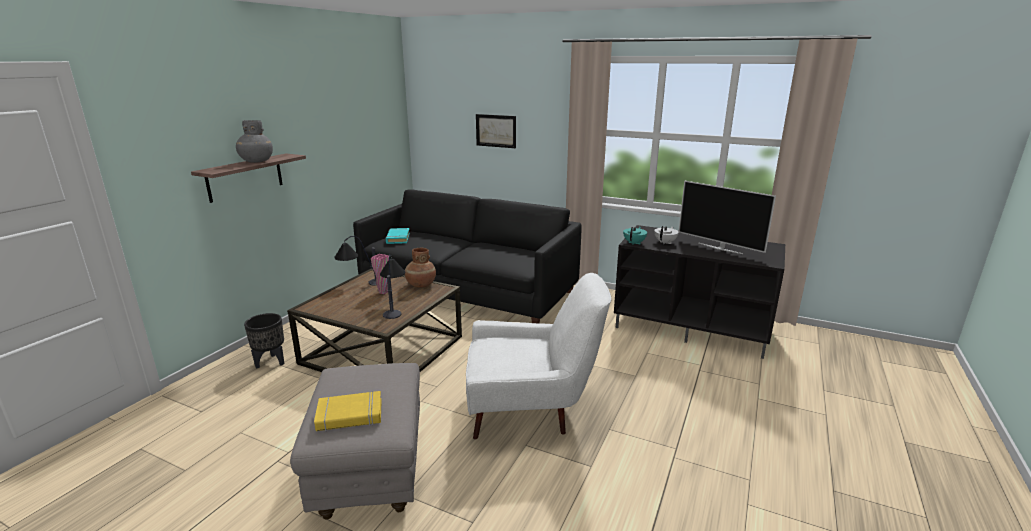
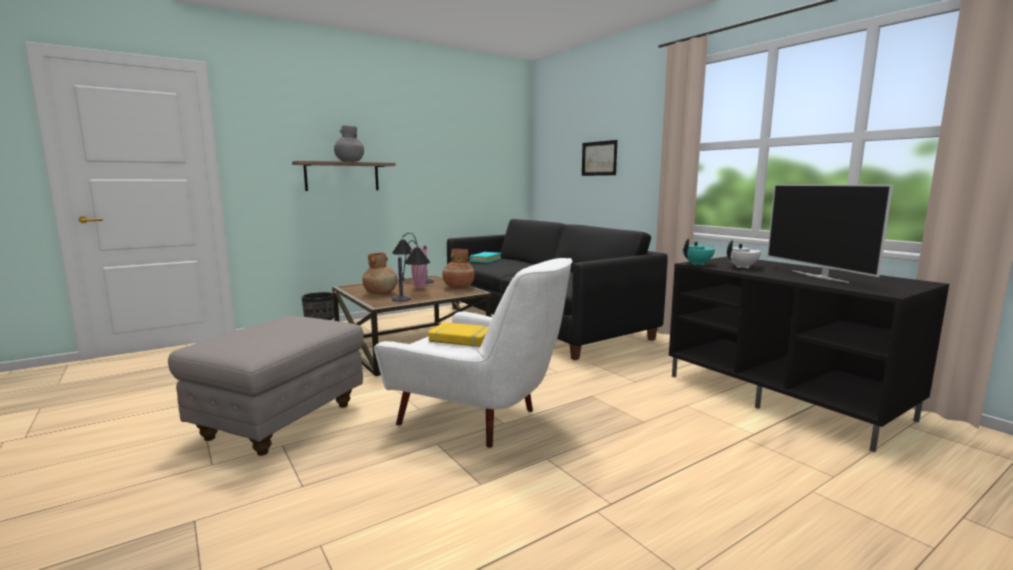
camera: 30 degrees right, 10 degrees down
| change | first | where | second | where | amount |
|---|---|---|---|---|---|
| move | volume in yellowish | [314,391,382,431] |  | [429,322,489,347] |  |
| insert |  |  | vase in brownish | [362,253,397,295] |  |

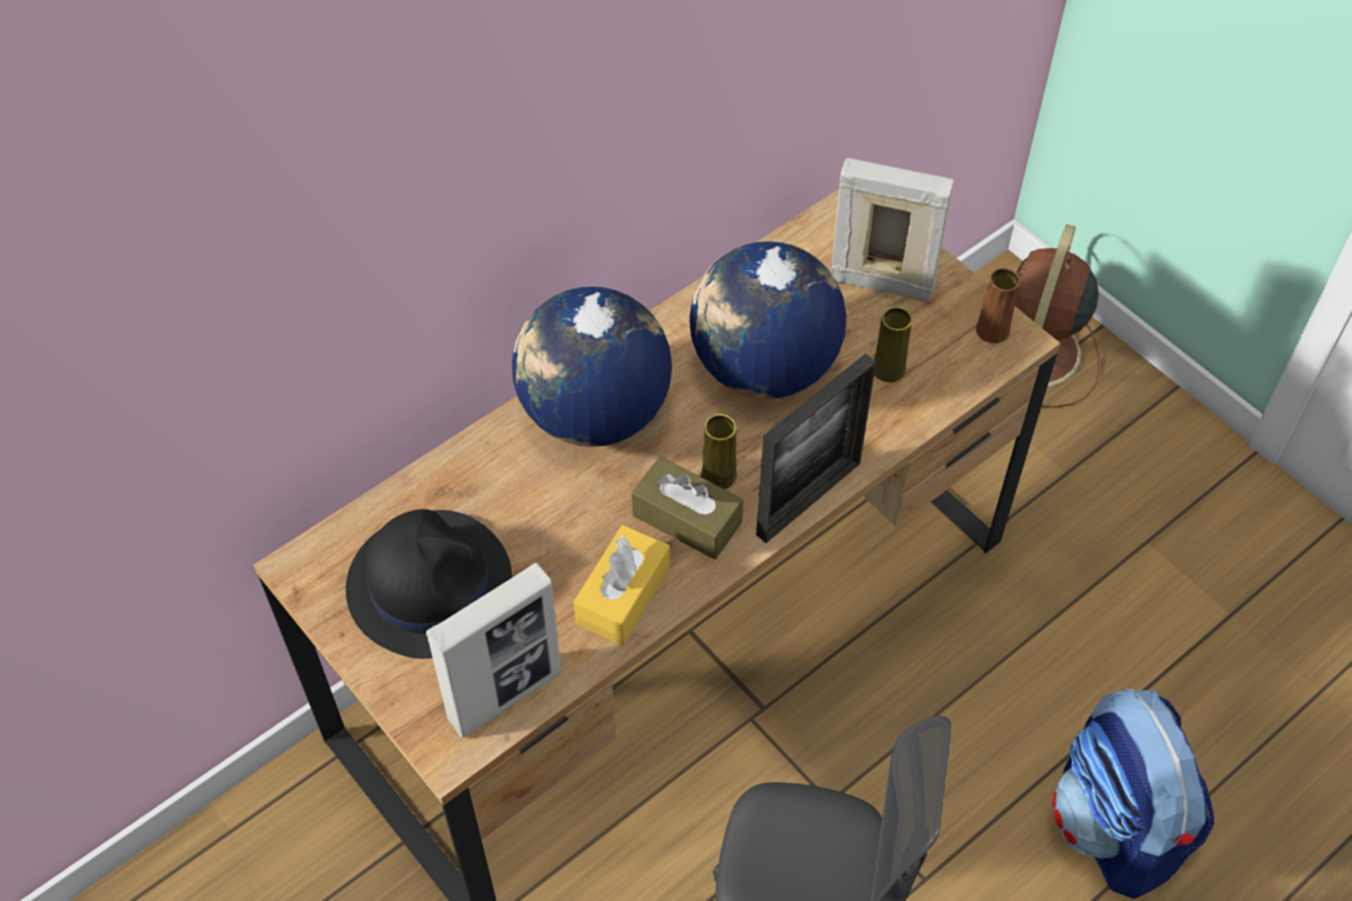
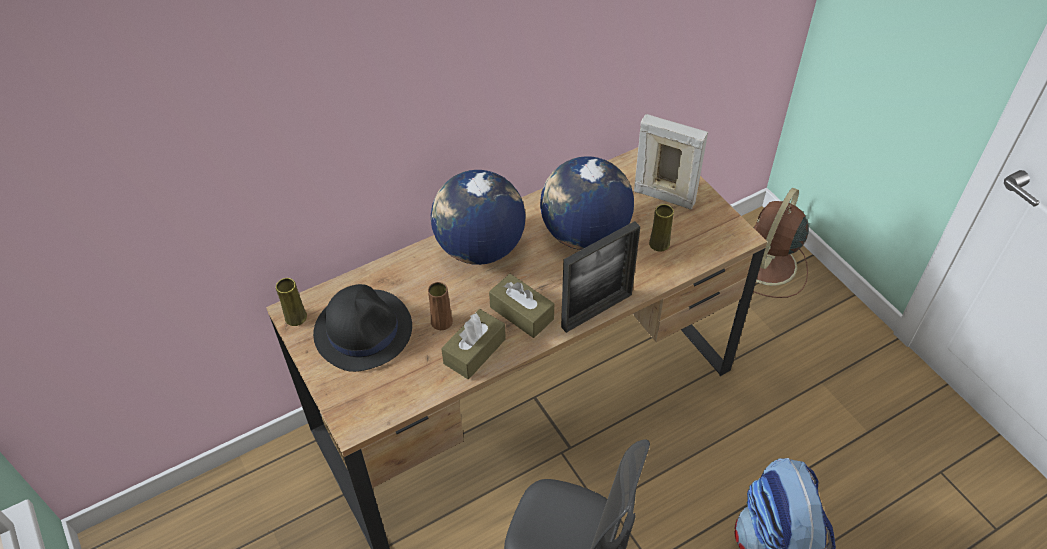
camera: 10 degrees right, 5 degrees down
| change | first | where | second | where | amount |
|---|---|---|---|---|---|
| delete | picture frame | [426,562,561,738] |  |  |  |
| recolor | box of tissues in yellowish | [574,525,670,645] | box of tissues in brownish | [441,309,506,379] |  |
| move | vase in yellowish | [701,414,737,489] |  | [276,278,307,326] |  |
| move | vase in brownish | [976,268,1020,343] |  | [428,282,453,330] |  |

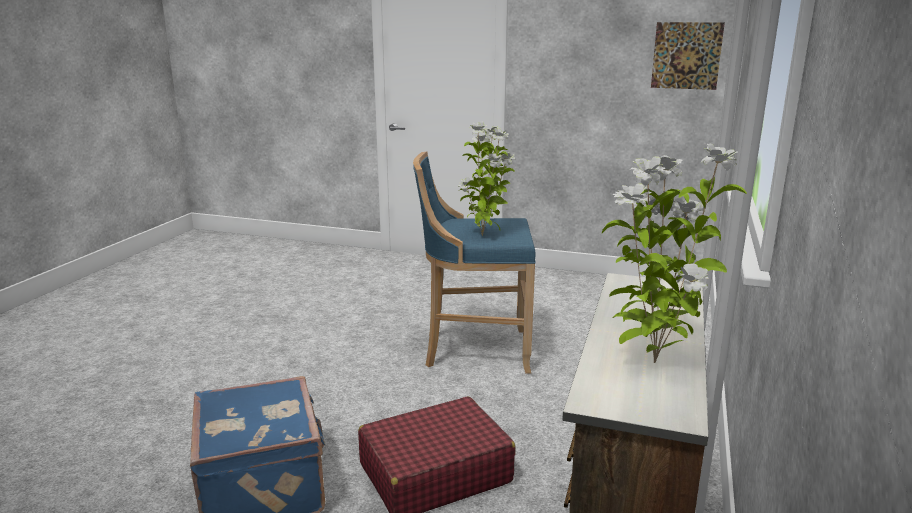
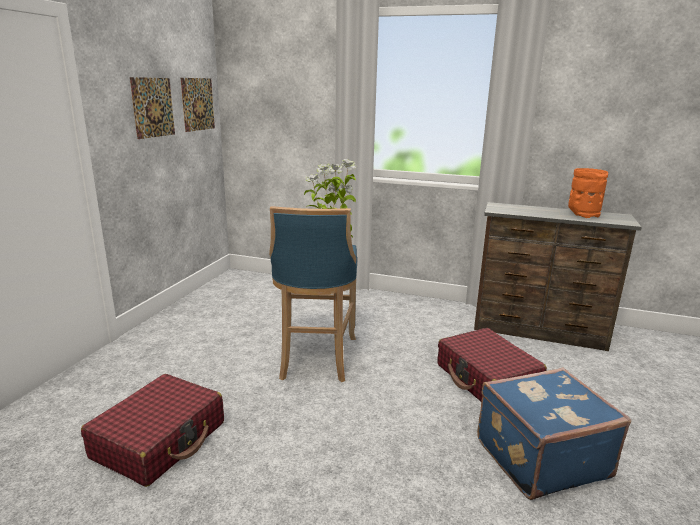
camera: 90 degrees left, 0 degrees up
| change | first | where | second | where | amount |
|---|---|---|---|---|---|
| replace | potted plant | [602,144,747,363] | vase in orangey | [568,168,608,218] |  |
| insert |  |  | piece of luggage in red | [81,374,224,487] |  |
| insert |  |  | picture | [130,77,175,139] |  |

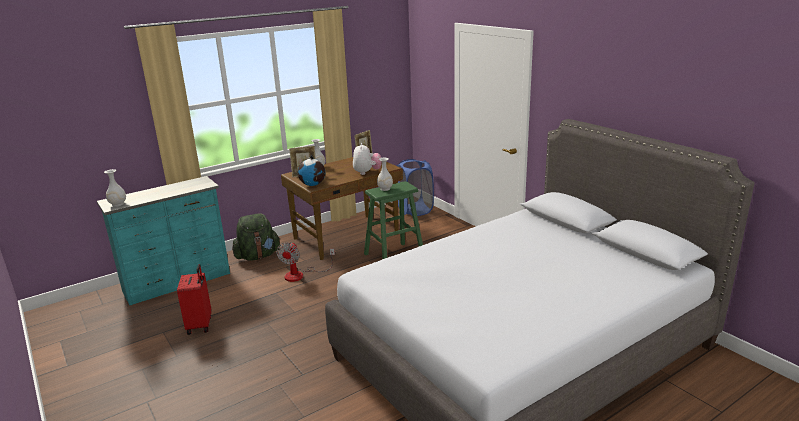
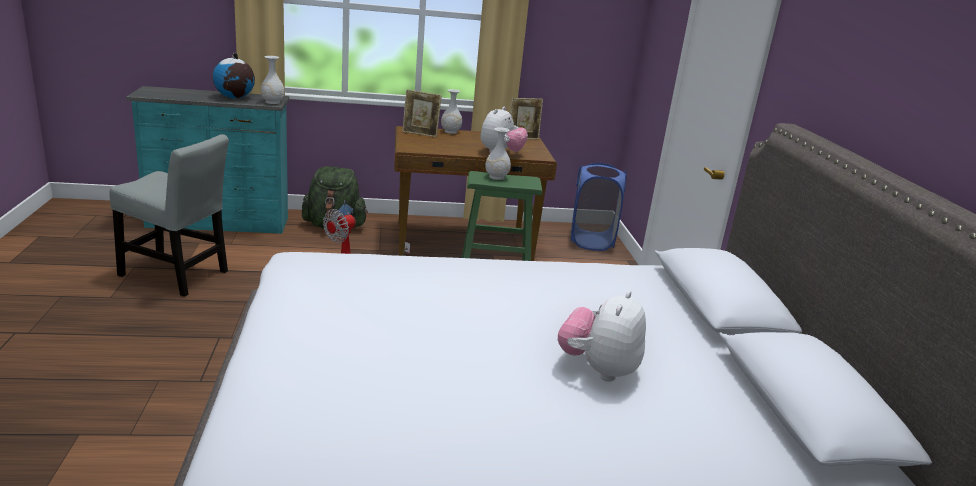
camera: 25 degrees right, 0 degrees up
| change | first | where | second | where | amount |
|---|---|---|---|---|---|
| move | vase in white | [104,169,126,207] |  | [261,56,285,104] |  |
| replace | piece of luggage in red | [177,264,212,335] | plain chair in gray | [109,134,229,297] |  |
| move | world globe | [298,155,325,186] |  | [213,53,255,99] |  |
| insert |  |  | plush toy | [558,291,646,382] |  |

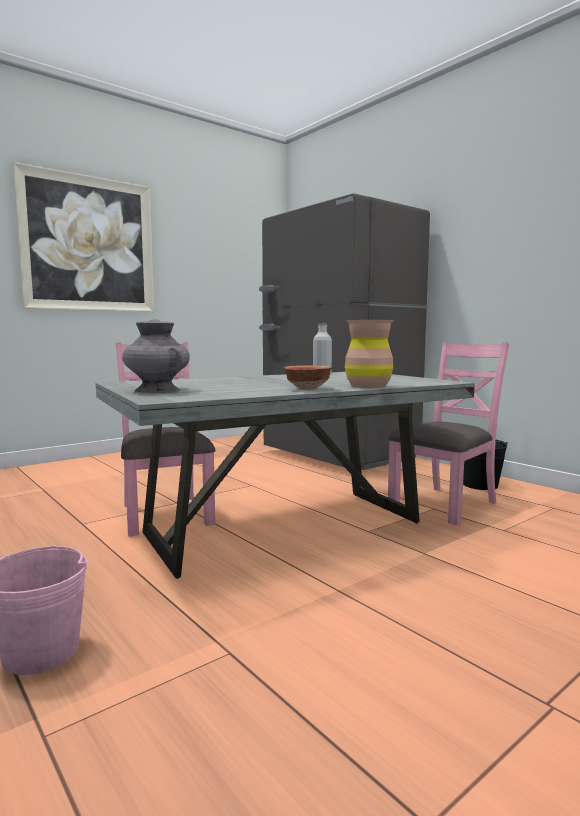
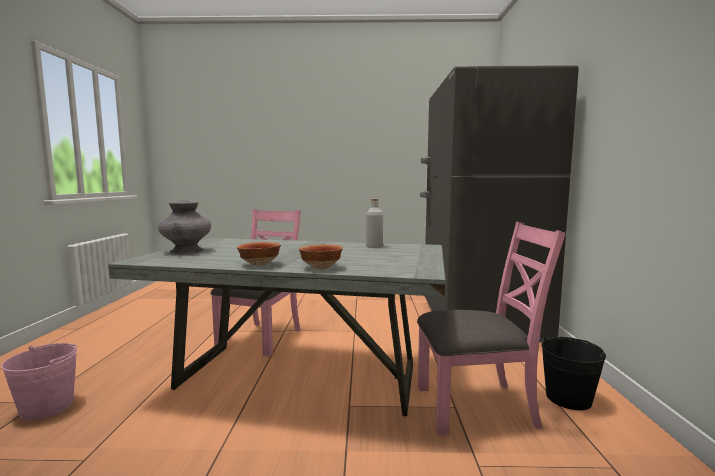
camera: 40 degrees right, 0 degrees up
| change | first | where | second | where | amount |
|---|---|---|---|---|---|
| delete | picture | [12,162,154,312] |  |  |  |
| replace | vase in brownish | [345,320,394,388] | serving bowl | [299,244,343,270] |  |

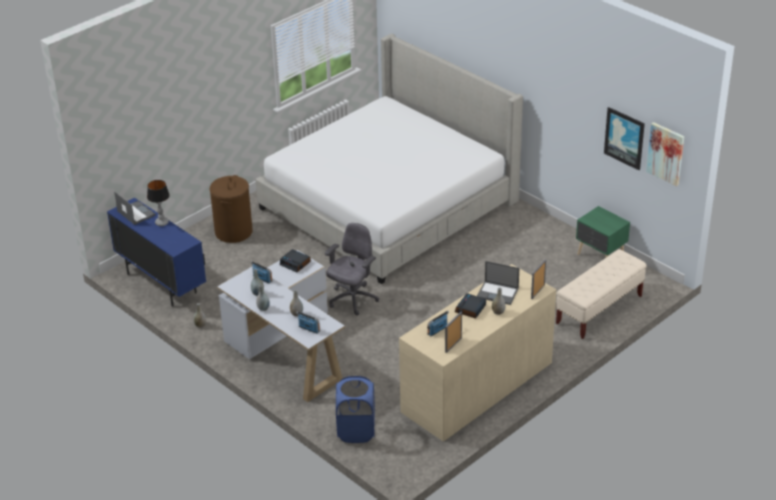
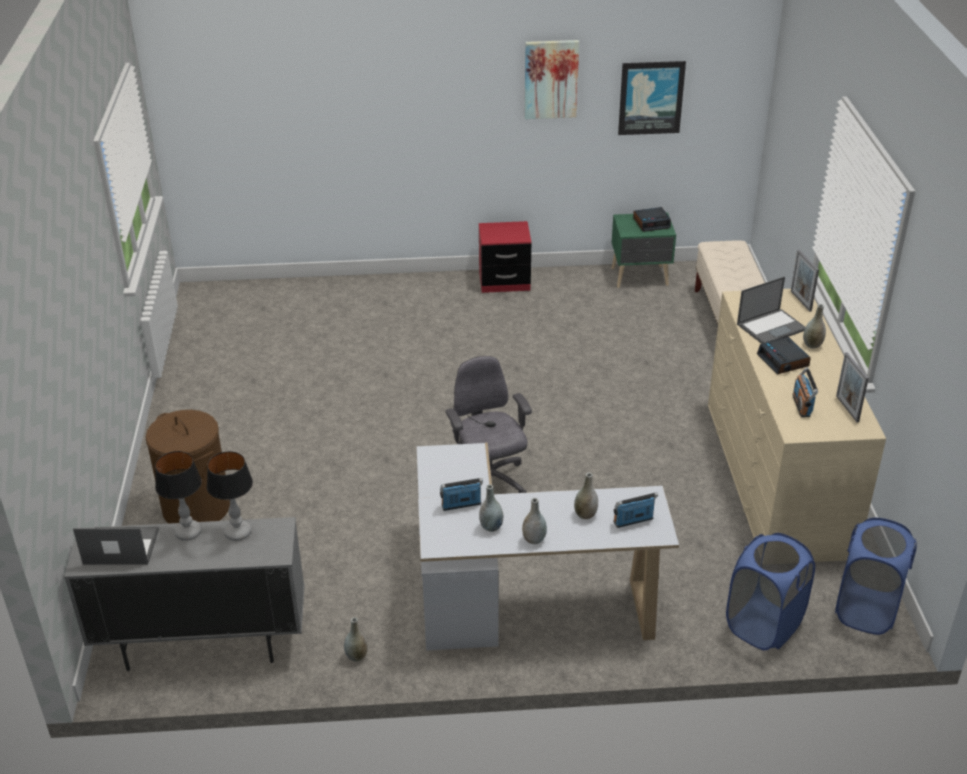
camera: 50 degrees left, 0 degrees up
| change | first | where | second | where | amount |
|---|---|---|---|---|---|
| recolor | cabinet in blue-coloured | [107,198,206,307] | cabinet in gray | [64,517,305,671] |  |
| delete | sleeping bed | [256,33,523,284] |  |  |  |
| move | bedside clock | [280,249,311,272] |  | [633,207,671,232] |  |
| move | picture | [646,122,684,186] |  | [525,40,579,119] |  |
| insert |  |  | lamp for a table | [207,451,253,541] |  |
| insert |  |  | bedside table in red | [479,221,531,293] |  |
| insert |  |  | washing basket in blue-coloured | [835,518,917,635] |  |

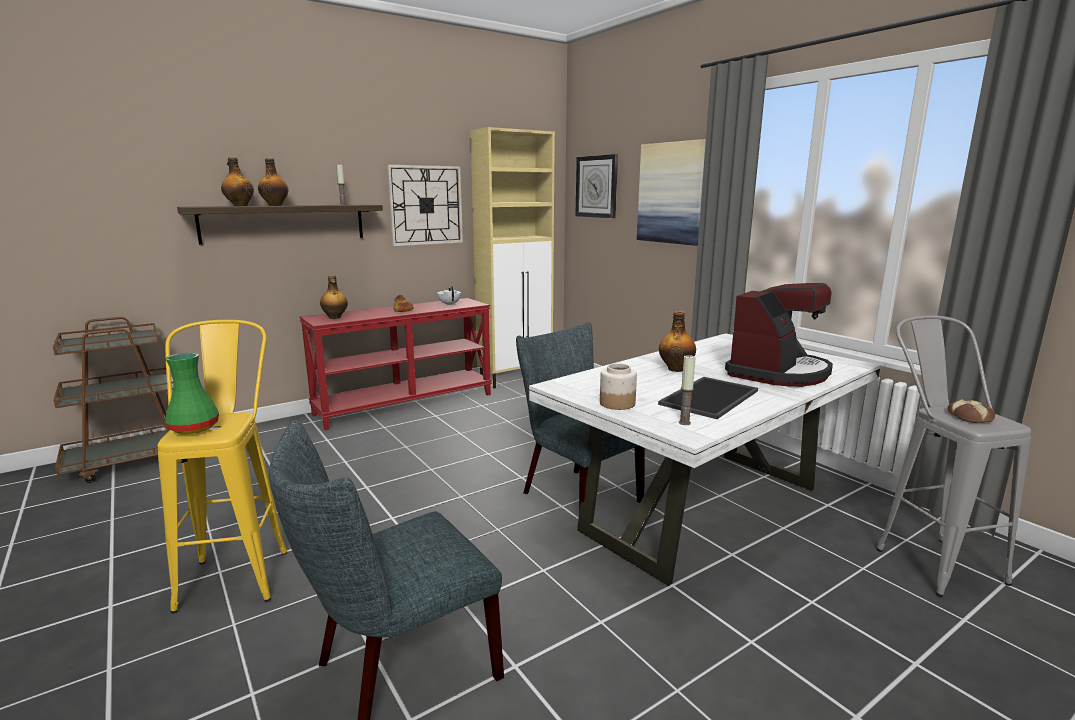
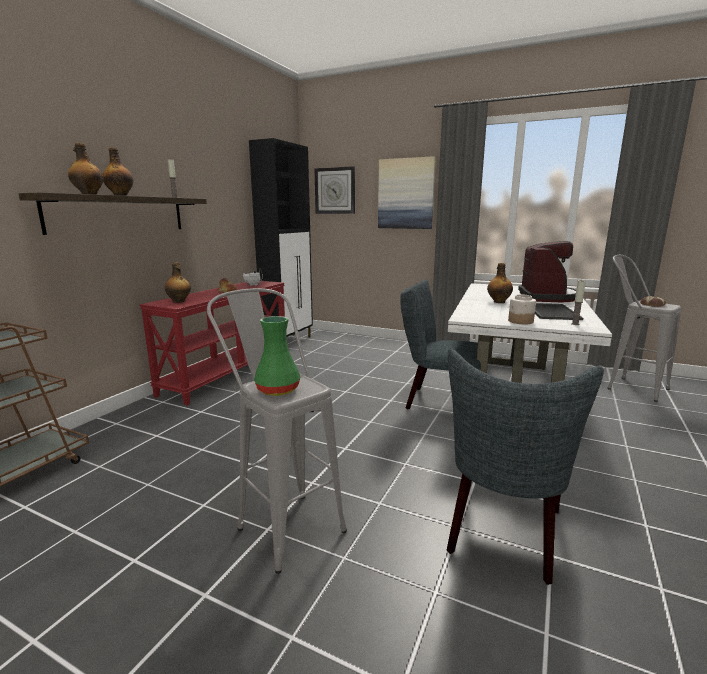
camera: 30 degrees left, 0 degrees up
| change | first | where | second | where | amount |
|---|---|---|---|---|---|
| recolor | stool in yellowish | [158,320,288,613] | stool in gray | [207,288,347,574] |  |
| delete | wall clock | [387,165,463,246] |  |  |  |
| recolor | cabinet in beige-coloured | [470,127,555,389] | cabinet in blackish | [249,138,313,338] |  |

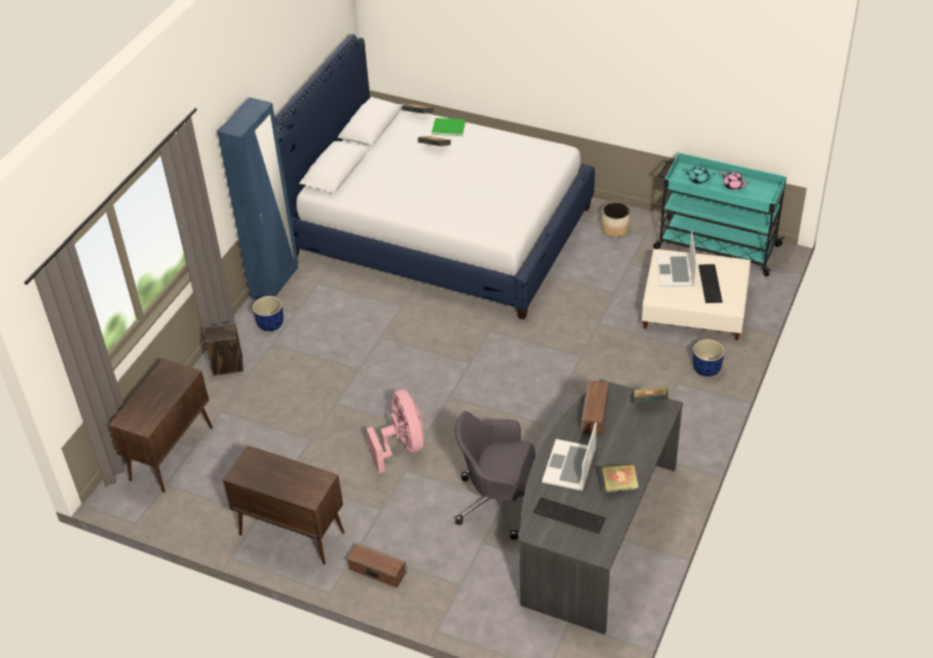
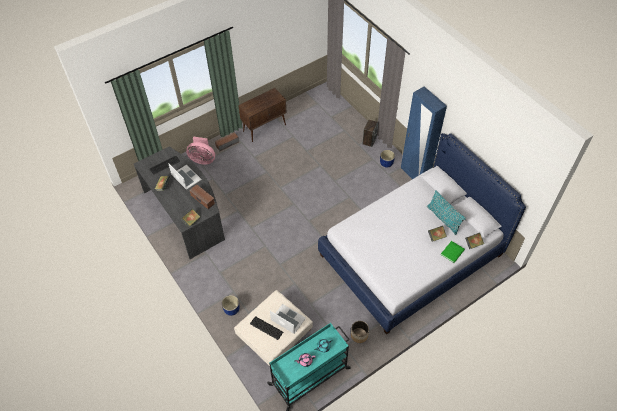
camera: 120 degrees right, 10 degrees up
| change | first | where | second | where | amount |
|---|---|---|---|---|---|
| delete | cabinet in brownish | [108,359,213,493] |  |  |  |
| move | cooling fan in pink | [367,390,424,473] |  | [186,137,215,165] |  |
| delete | office chair in gray | [455,411,535,540] |  |  |  |
| insert |  |  | pillow in blue-green | [427,190,466,235] |  |

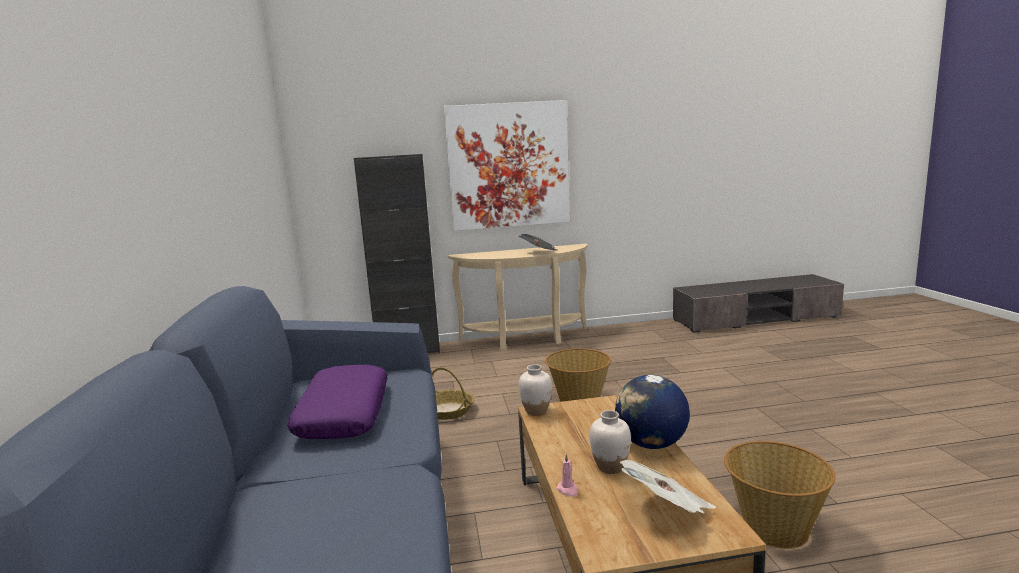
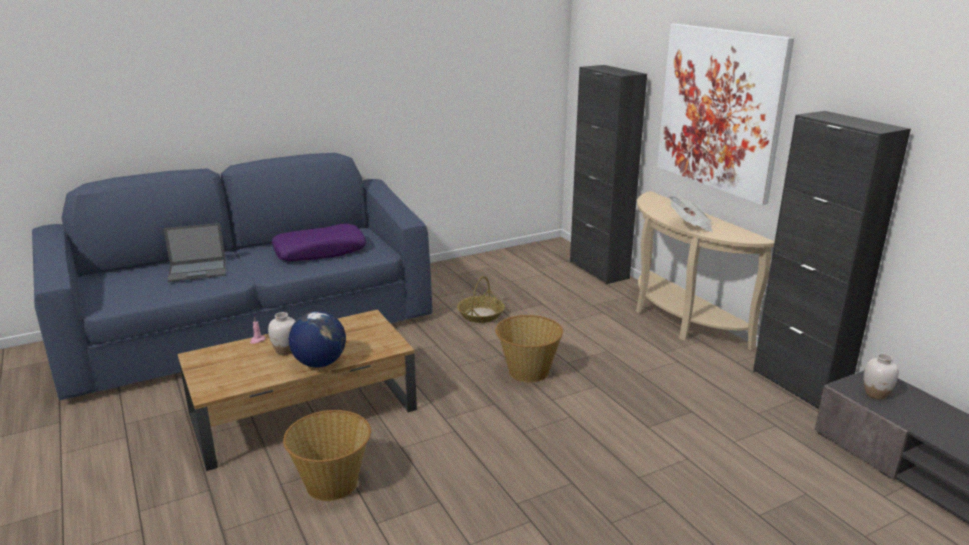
camera: 70 degrees right, 10 degrees up
| change | first | where | second | where | amount |
|---|---|---|---|---|---|
| move | vase in white | [519,364,552,416] |  | [864,354,899,399] |  |
| delete | printed paper | [620,460,716,513] |  |  |  |
| insert |  |  | portable computer | [163,223,226,282] |  |
| insert |  |  | cabinet in blackish | [753,111,911,409] |  |

